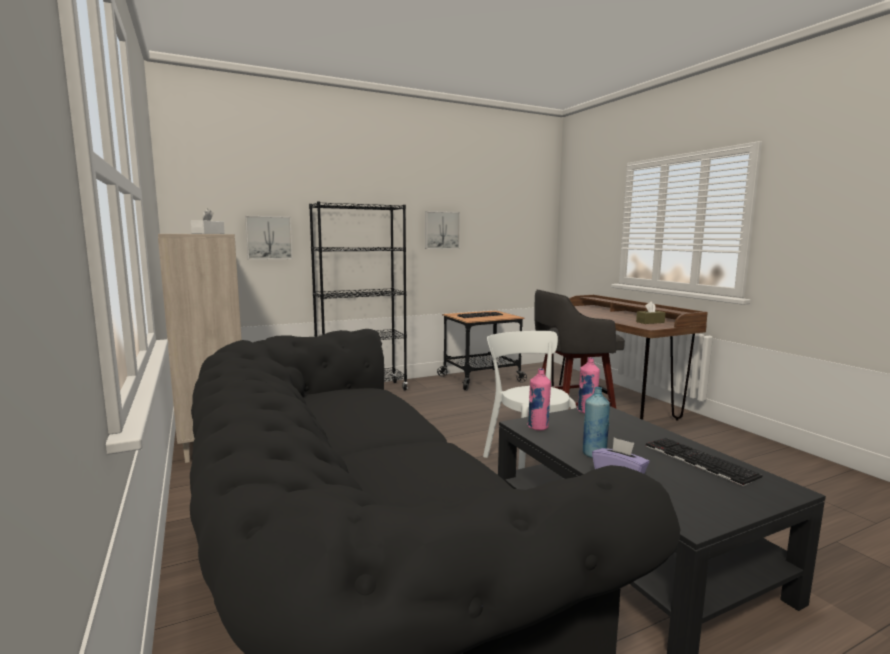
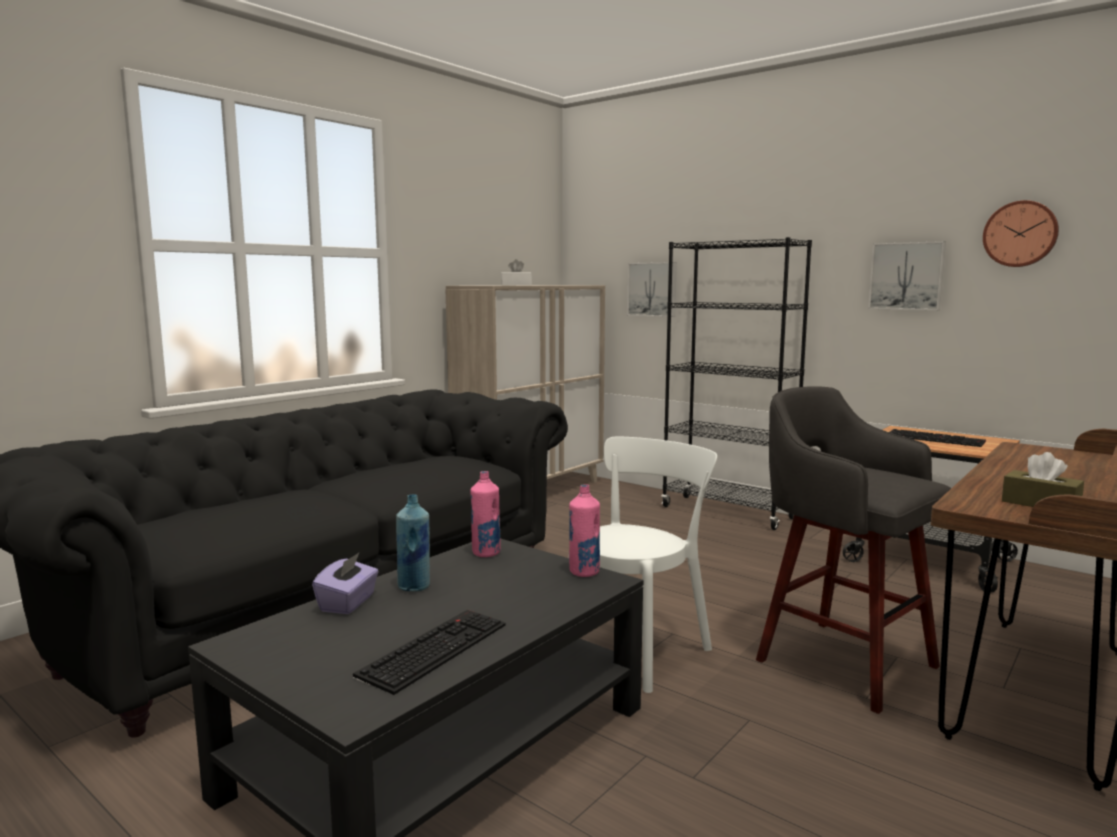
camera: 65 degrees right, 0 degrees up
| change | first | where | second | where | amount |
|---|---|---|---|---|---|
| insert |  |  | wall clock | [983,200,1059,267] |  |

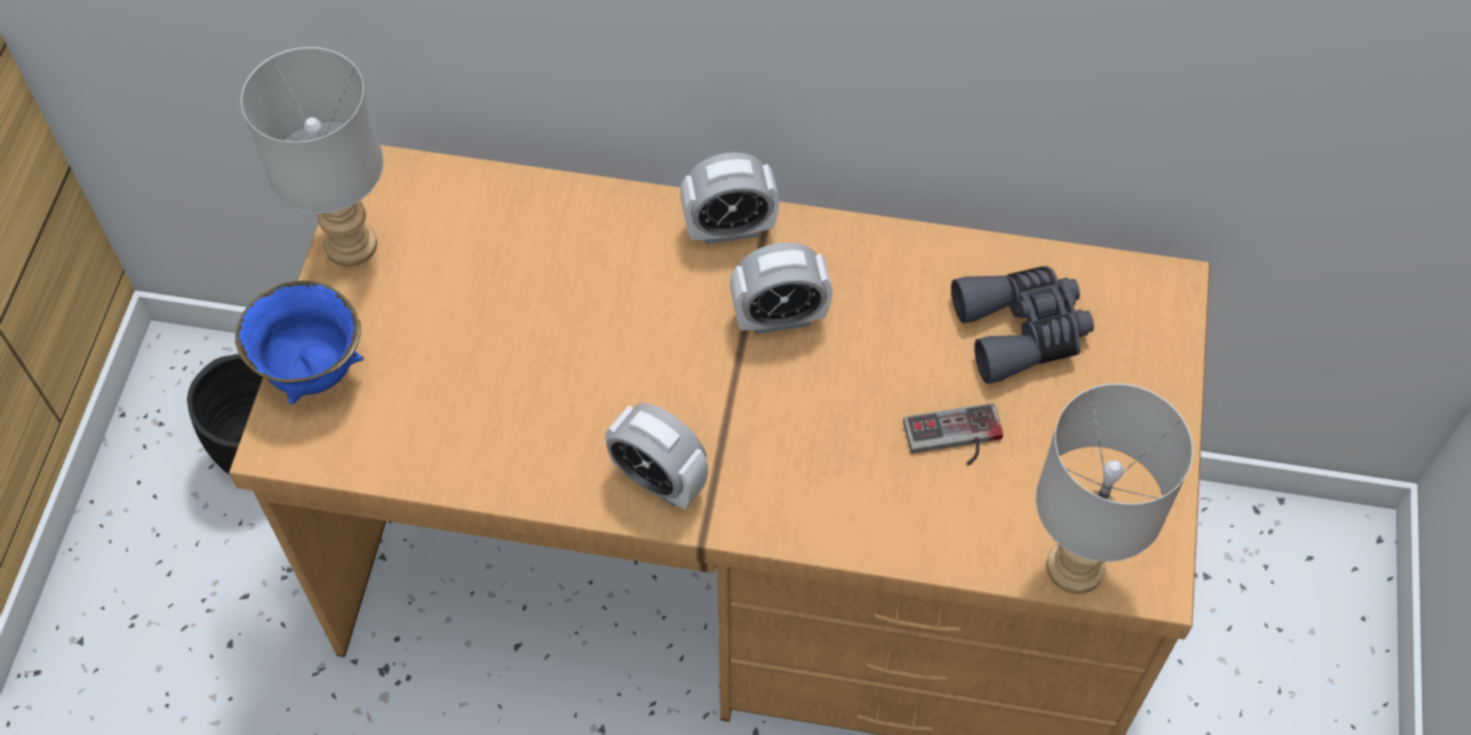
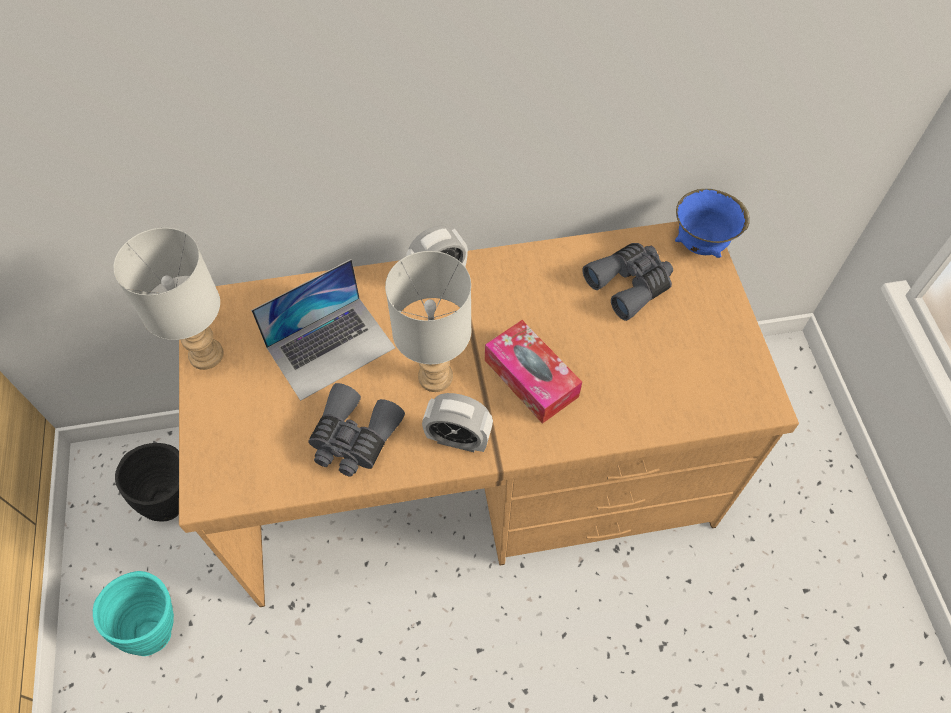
camera: 20 degrees left, 0 degrees up
| change | first | where | second | where | amount |
|---|---|---|---|---|---|
| move | serving bowl in blue-coloured | [235,281,364,404] |  | [675,189,750,258] |  |
| delete | bedside clock | [730,242,832,334] |  |  |  |
| delete | game controller | [903,403,1003,465] |  |  |  |
| move | lamp for a table in gray | [1036,383,1193,594] |  | [385,251,471,392] |  |
| insert |  |  | vase in blue-green | [93,571,174,656] |  |
| insert |  |  | portable computer | [251,259,395,401] |  |
| insert |  |  | pair of binoculars in gray | [308,383,405,477] |  |
| insert |  |  | box of tissues | [485,320,582,424] |  |

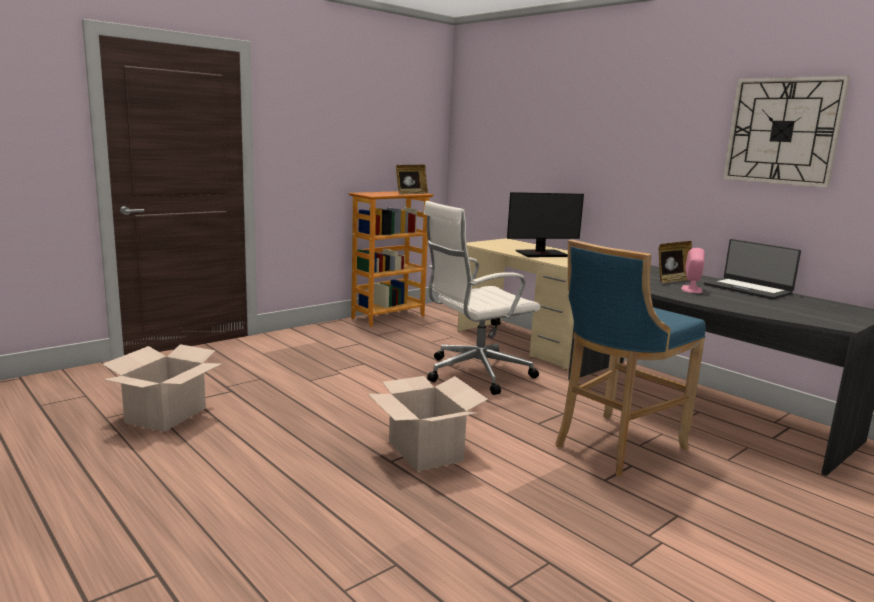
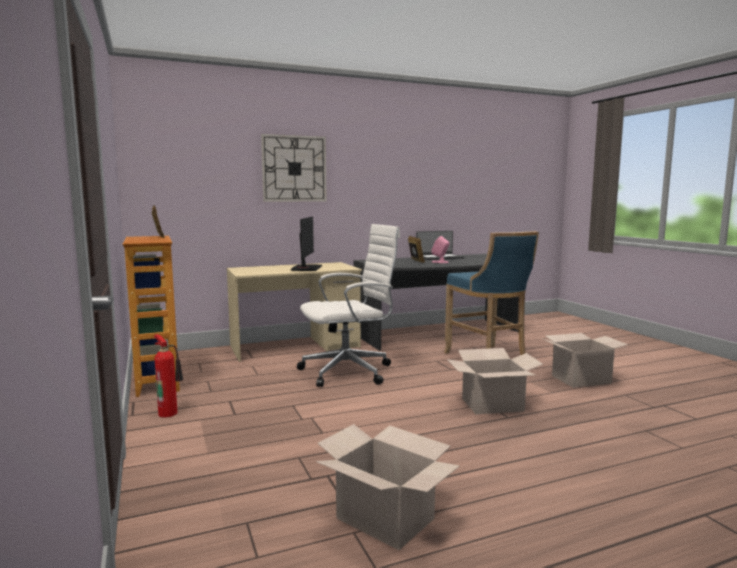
camera: 70 degrees left, 5 degrees down
| change | first | where | second | where | amount |
|---|---|---|---|---|---|
| rotate | office chair in white | [424,201,540,395] |  | [297,224,400,387] | 105 degrees counterclockwise |
| move | wall clock | [723,76,850,188] |  | [261,134,327,202] |  |
| insert |  |  | extinguisher | [154,334,183,418] |  |
| insert |  |  | carton | [543,333,628,388] |  |

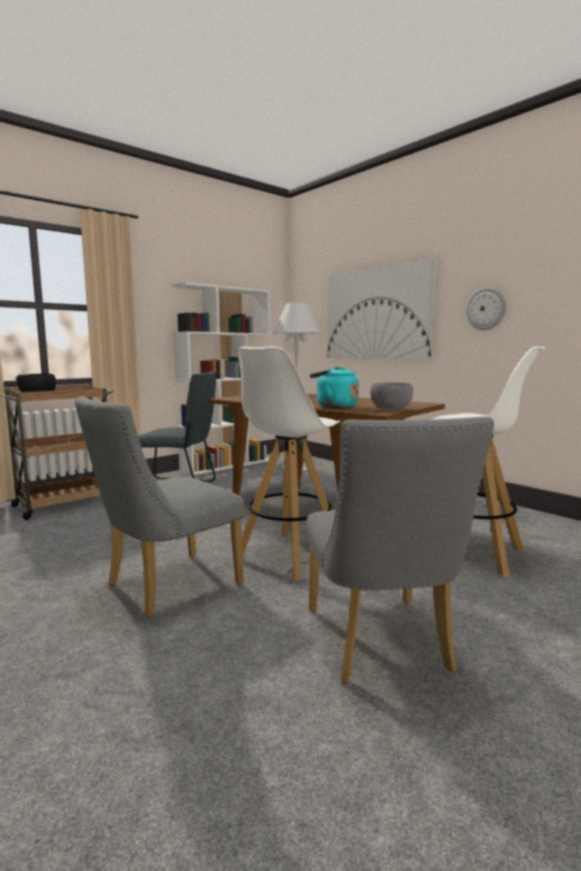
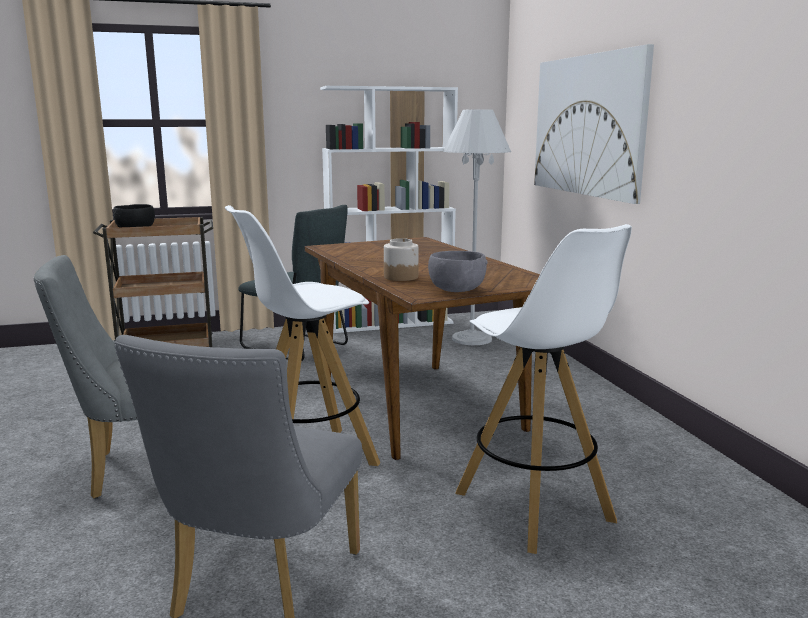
camera: 25 degrees right, 5 degrees up
| change | first | where | second | where | amount |
|---|---|---|---|---|---|
| replace | kettle in blue-green | [310,366,359,408] | preserve jar | [384,238,419,281] |  |
| delete | wall clock | [466,287,506,330] |  |  |  |

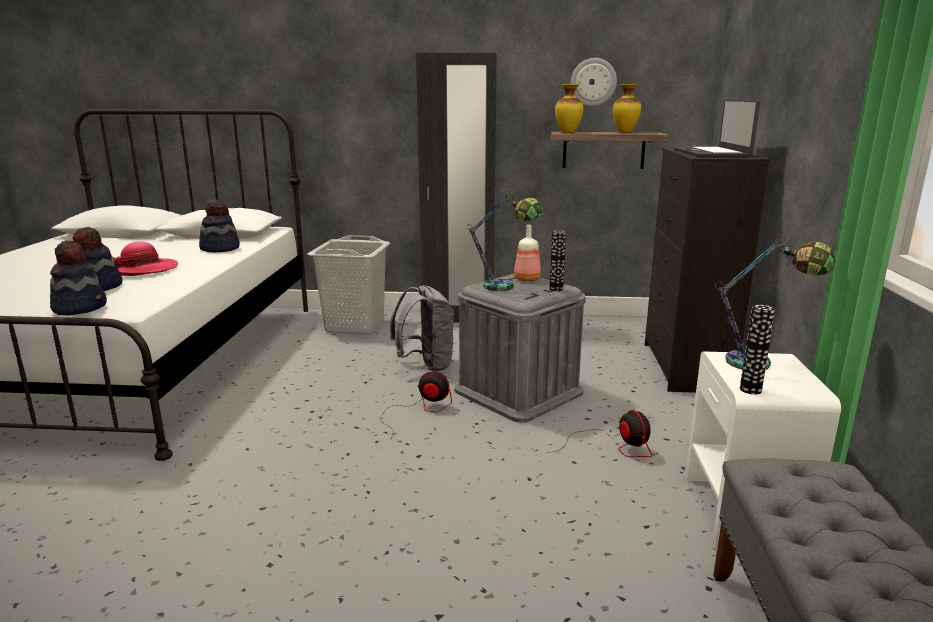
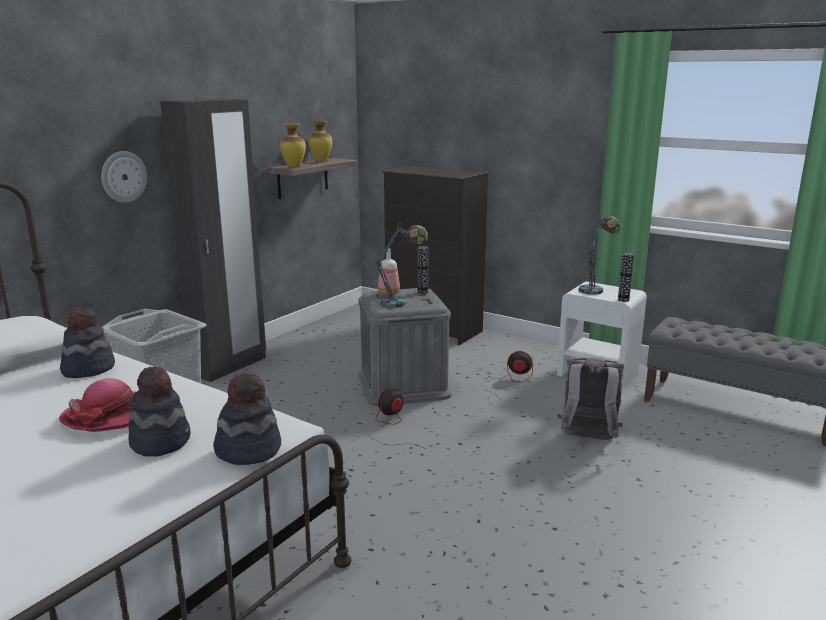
camera: 60 degrees left, 0 degrees up
| change | first | where | second | where | amount |
|---|---|---|---|---|---|
| move | rucksack in gray | [390,285,454,372] |  | [557,358,624,440] |  |
| move | wall clock | [571,58,617,106] |  | [101,151,147,203] |  |
| delete | portable computer | [674,99,760,157] |  |  |  |

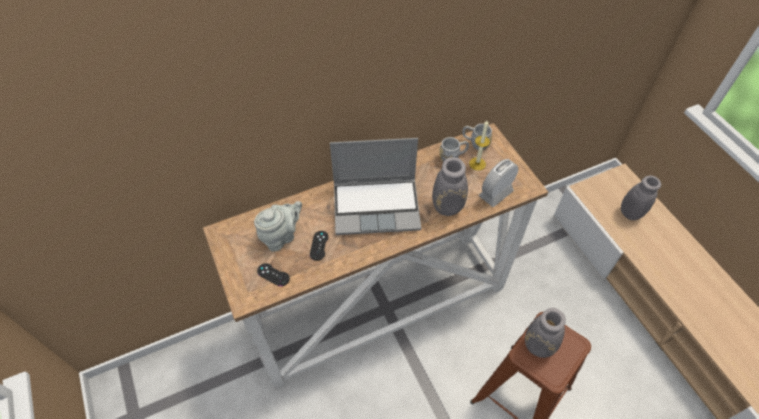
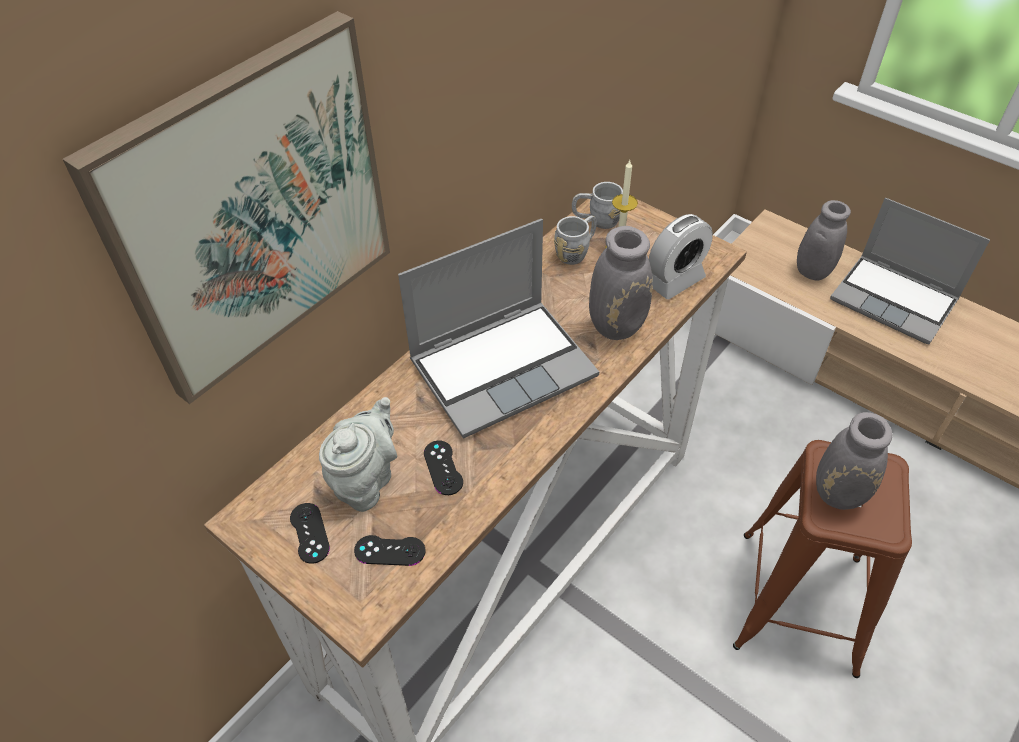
camera: 25 degrees left, 5 degrees down
| change | first | where | second | where | amount |
|---|---|---|---|---|---|
| rotate | bedside clock | [479,159,518,207] |  | [649,214,713,299] | 150 degrees counterclockwise |
| insert |  |  | picture | [63,11,390,404] |  |
| insert |  |  | game controller in blackish | [290,503,330,564] |  |
| insert |  |  | portable computer | [830,198,990,345] |  |

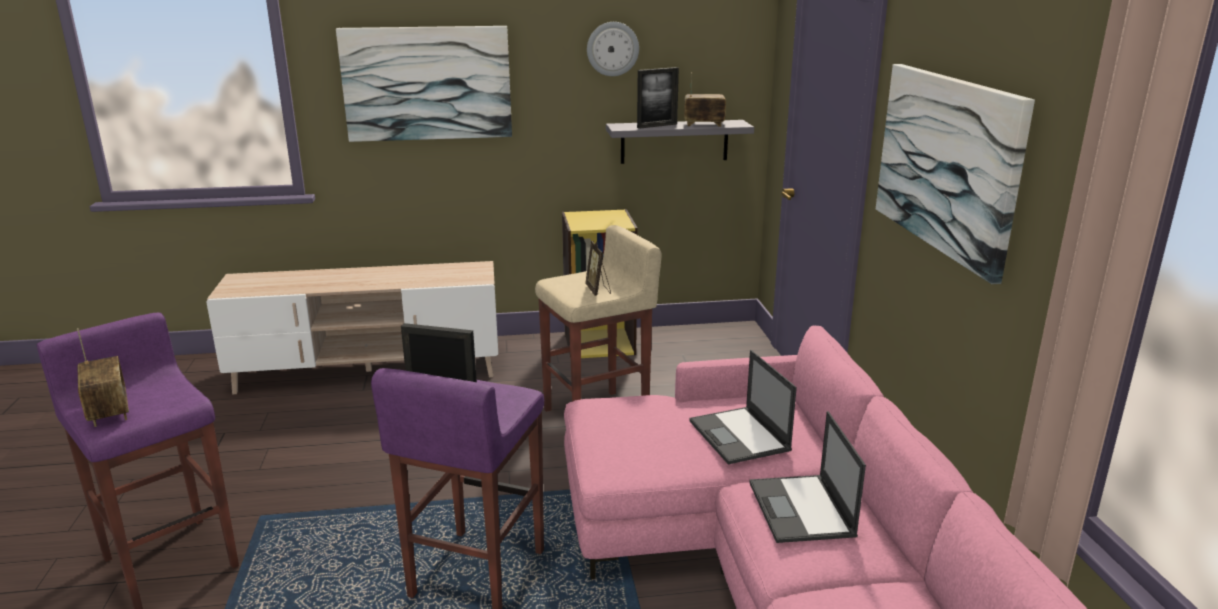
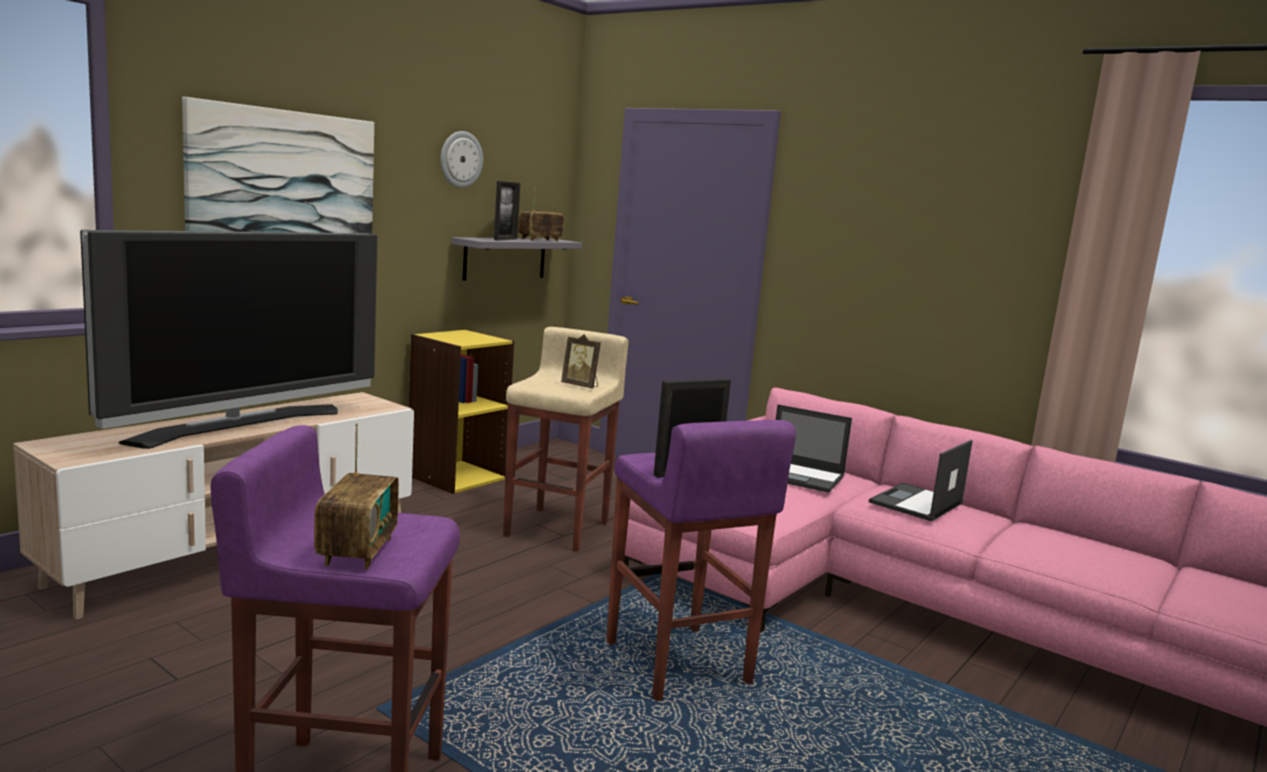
camera: 45 degrees left, 10 degrees down
| change | first | where | second | where | amount |
|---|---|---|---|---|---|
| rotate | radio | [77,328,129,427] |  | [314,423,399,570] | 75 degrees clockwise |
| rotate | portable computer | [750,411,866,543] |  | [869,440,973,521] | 90 degrees clockwise |
| delete | picture | [876,64,1035,284] |  |  |  |
| insert |  |  | TV | [80,230,377,449] |  |

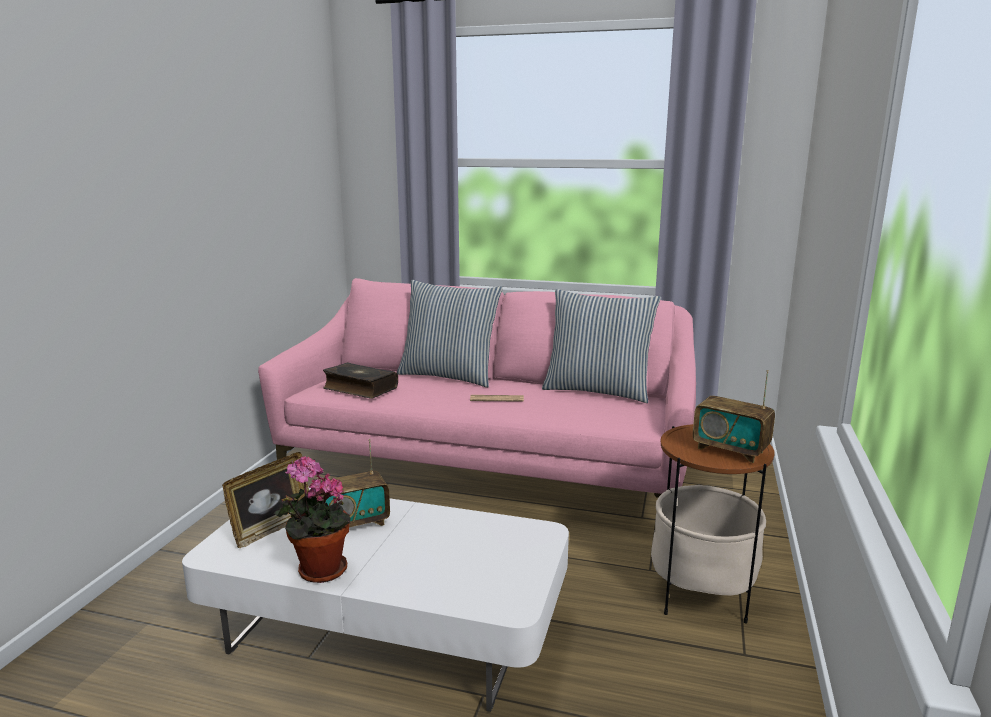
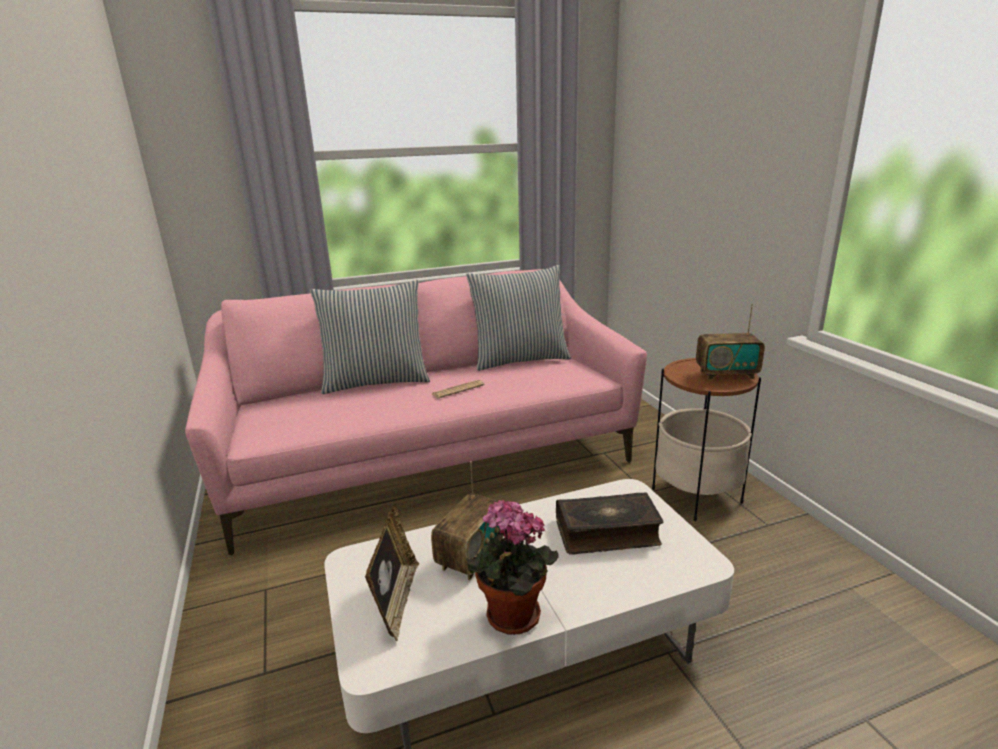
camera: 35 degrees left, 5 degrees up
| change | first | where | second | where | amount |
|---|---|---|---|---|---|
| move | volume | [323,362,398,399] |  | [556,493,663,555] |  |

